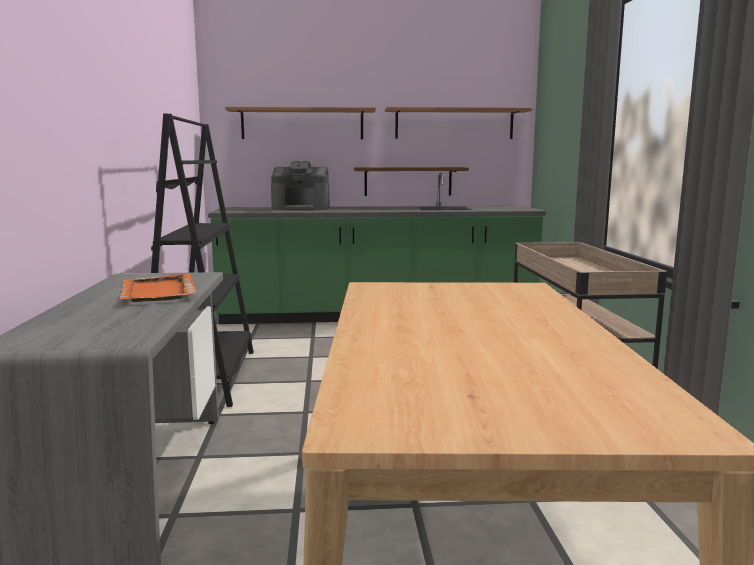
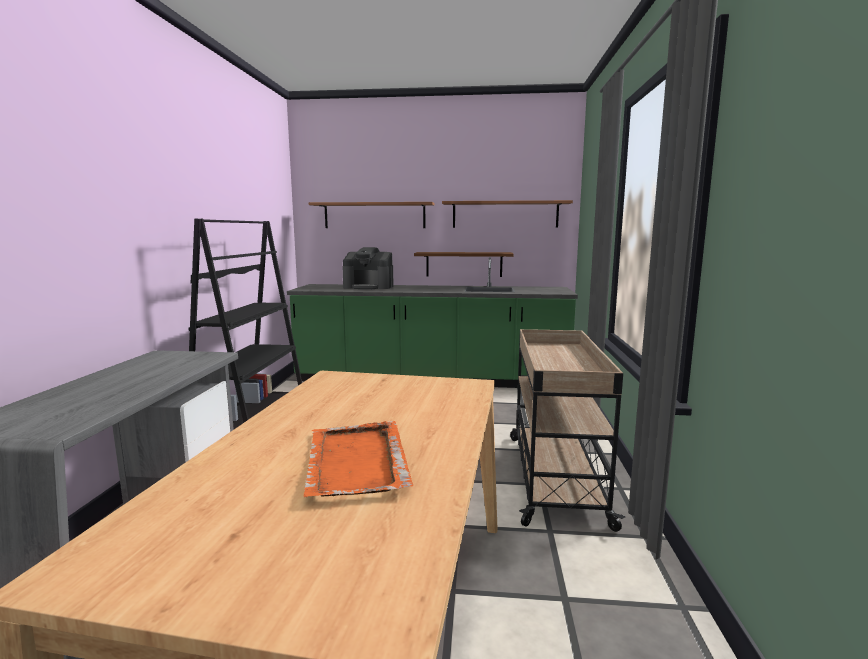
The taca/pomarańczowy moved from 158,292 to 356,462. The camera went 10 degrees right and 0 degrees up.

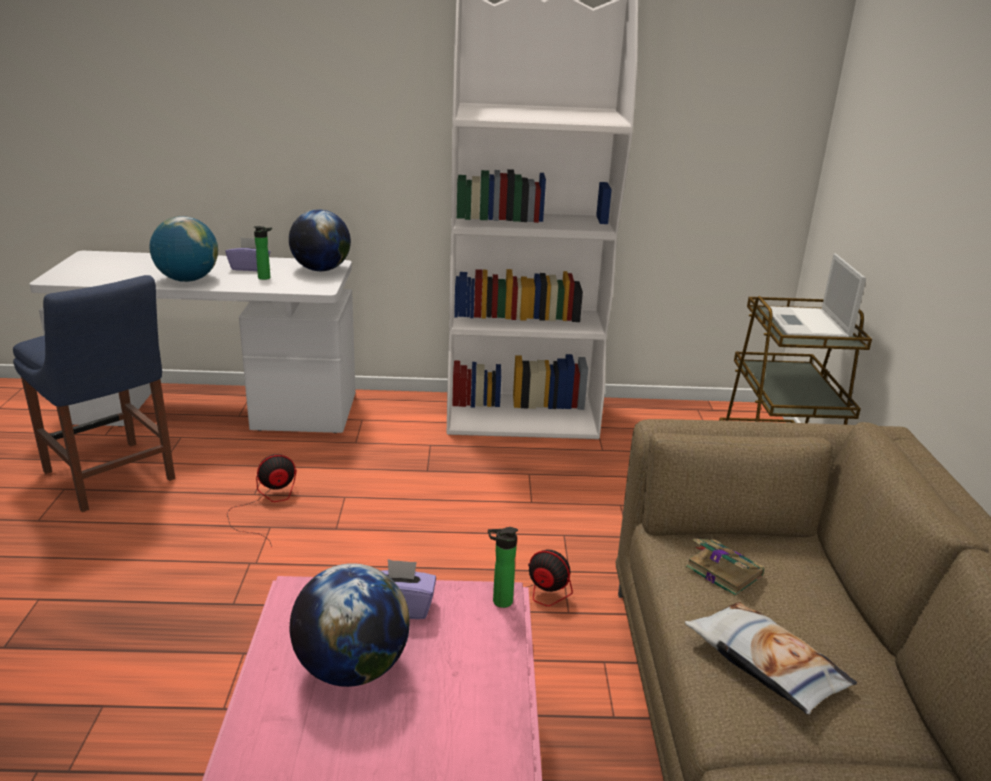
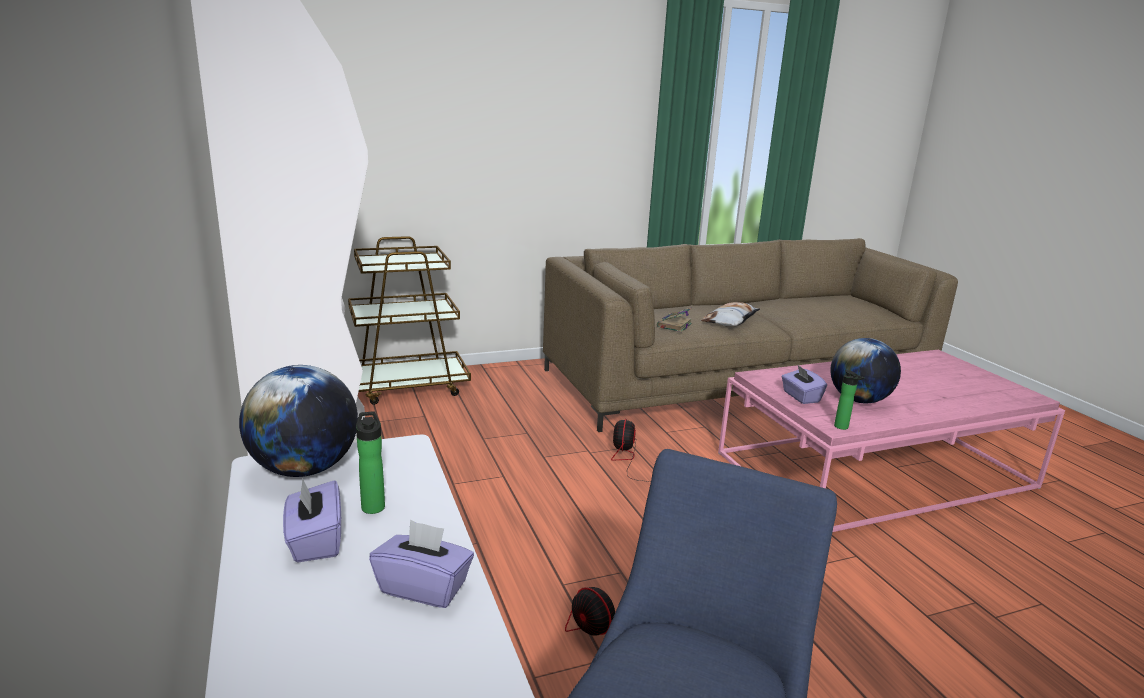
The globus at 187,280 was replaced by the pudełko chusteczek/fioletowy at 424,587. The laptop at 807,324 disappeared. The butelka moved from 499,602 to 843,427. The camera went 110 degrees left and 5 degrees down.

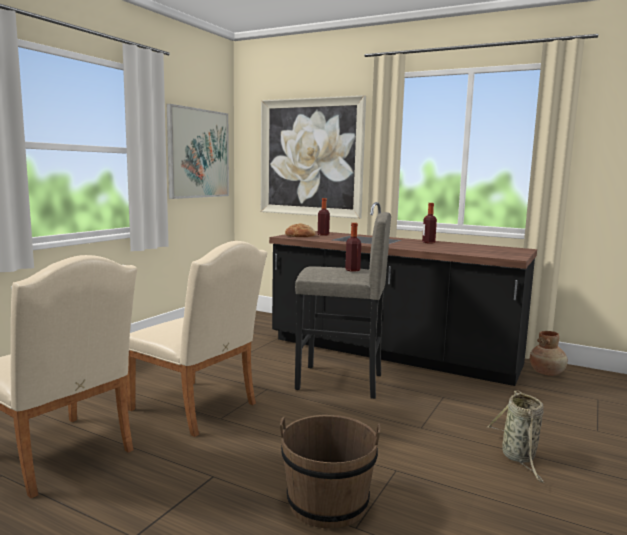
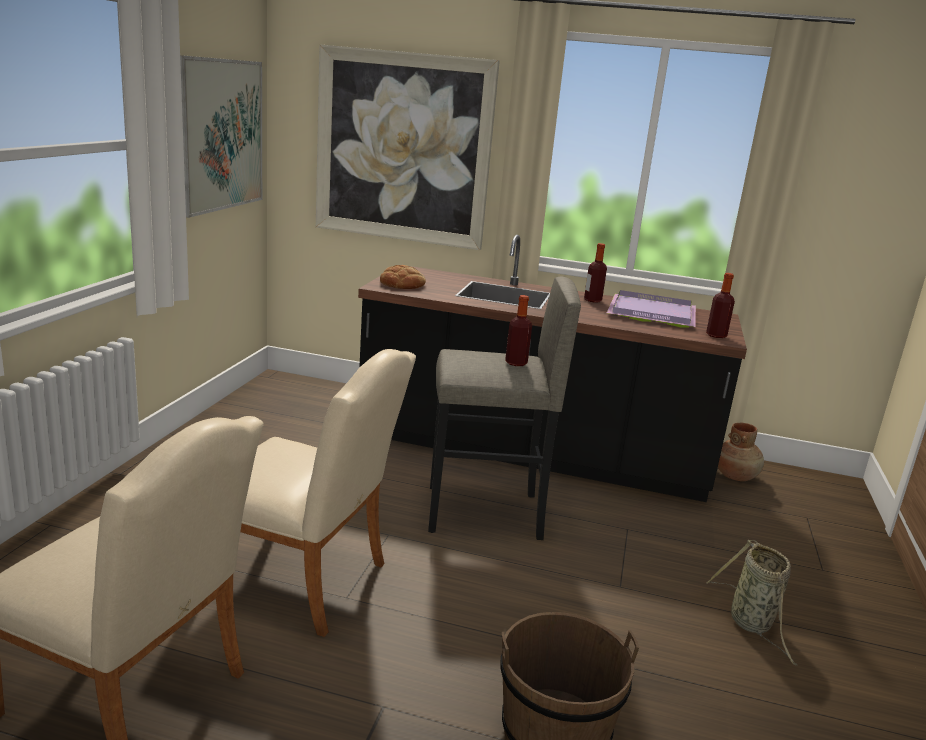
The butelka moved from 323,234 to 716,335. The taca/fioletowy at 650,312 appeared. The camera went 15 degrees left and 10 degrees up.

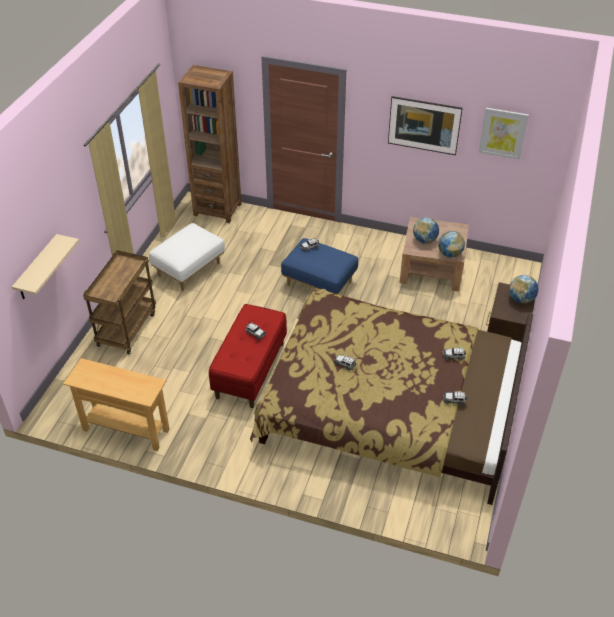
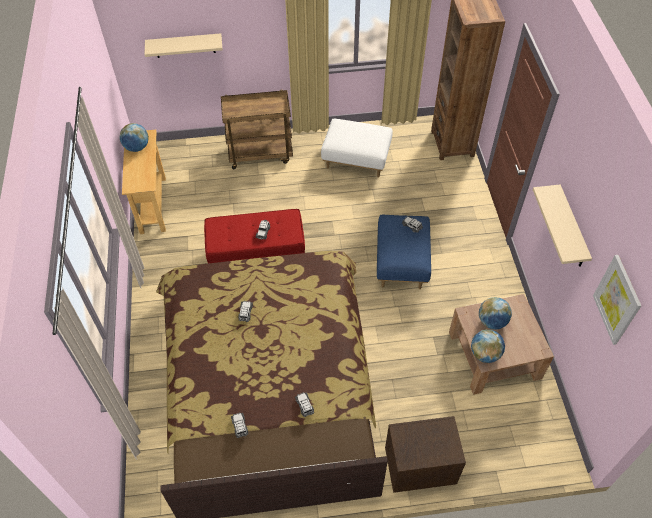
The obraz at 423,137 was replaced by the półka/beżowy at 571,228. The globus moved from 521,299 to 137,147. The camera went 65 degrees right and 10 degrees up.

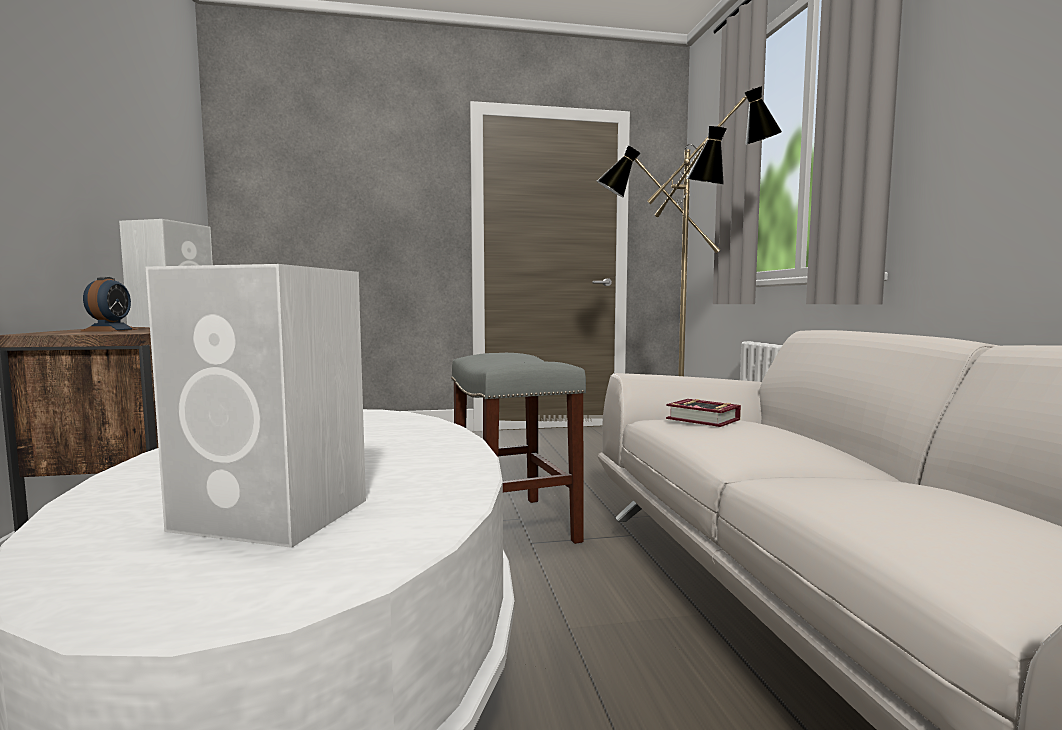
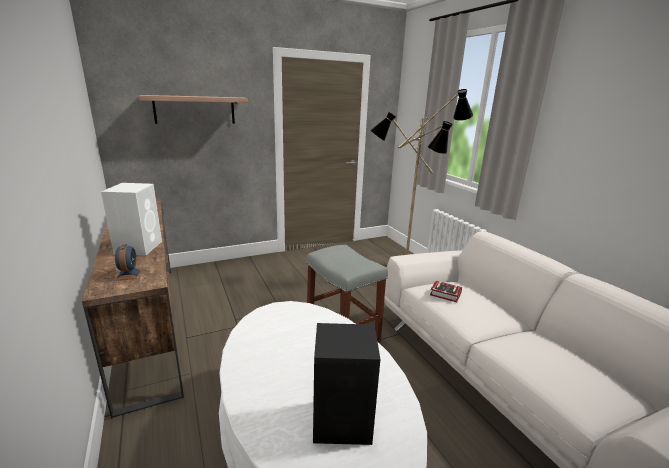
The głośnik/biały at 276,515 became the głośnik/czarny at 344,422. The półka at 195,110 appeared. The camera went 15 degrees left and 15 degrees up.

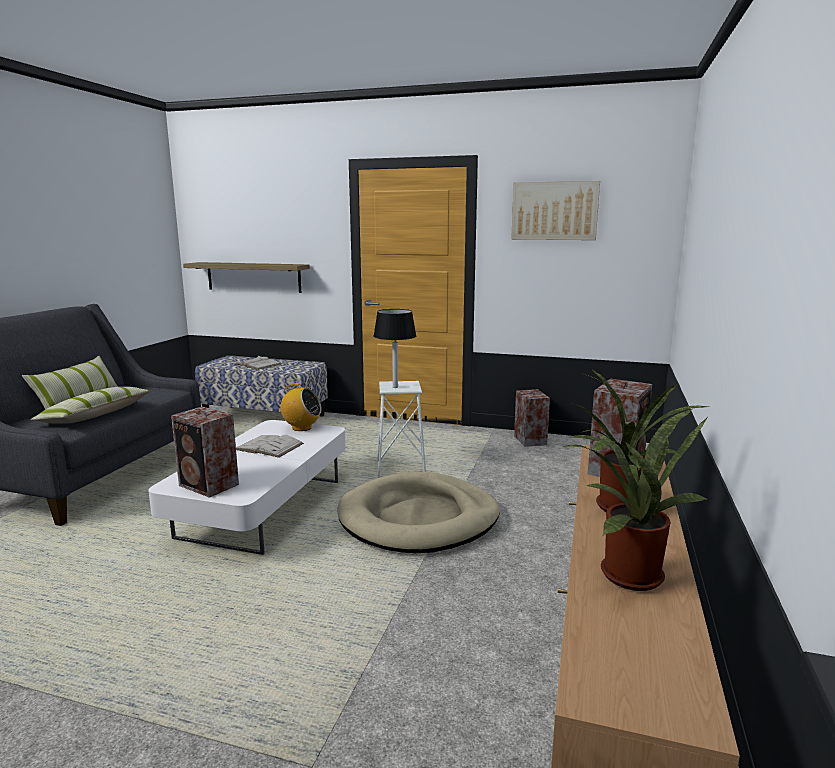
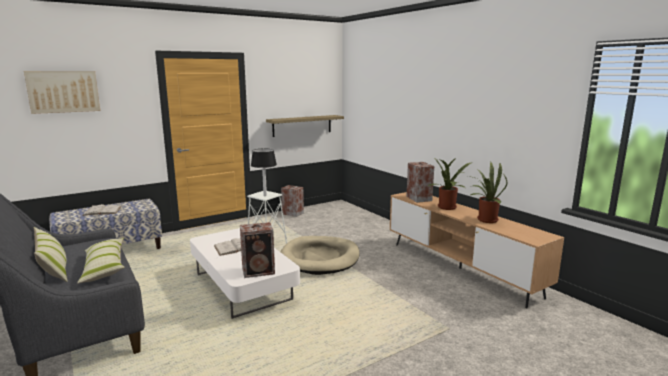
The obraz moved from 554,211 to 63,91. The półka moved from 253,277 to 302,125. The radio at 301,428 disappeared. The camera went 50 degrees left and 0 degrees up.

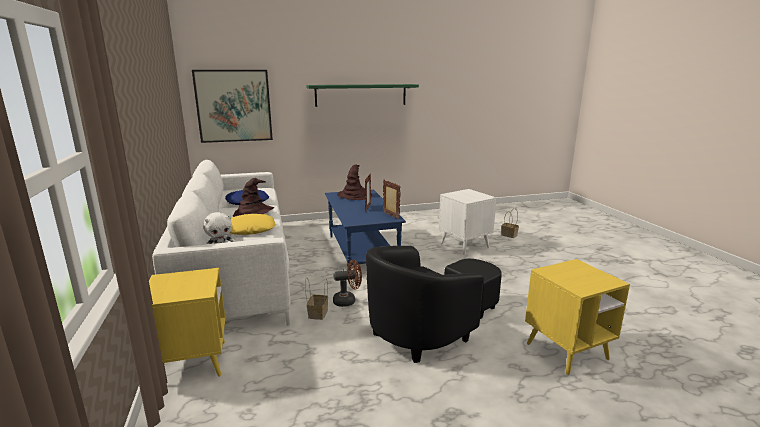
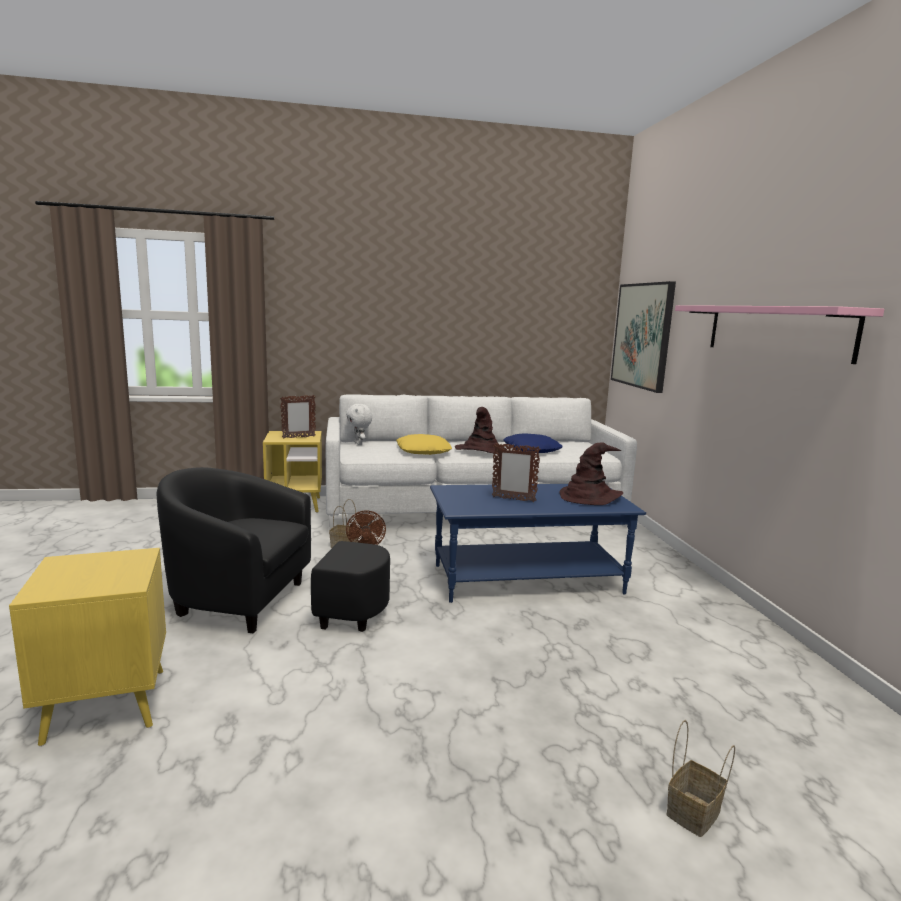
The półka/zielony at 361,95 became the półka/różowy at 775,331. The ramka na zdjęcie moved from 391,216 to 298,437. The stolik/biały at 464,245 disappeared. The fotel/czarny at 430,328 turned 45 degrees counterclockwise. The camera went 95 degrees right and 5 degrees down.

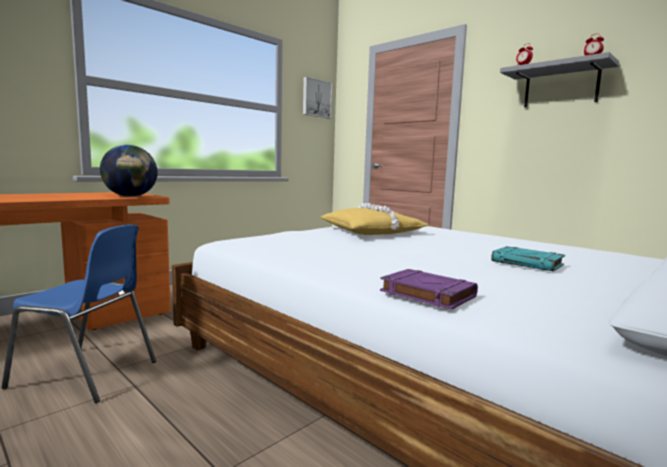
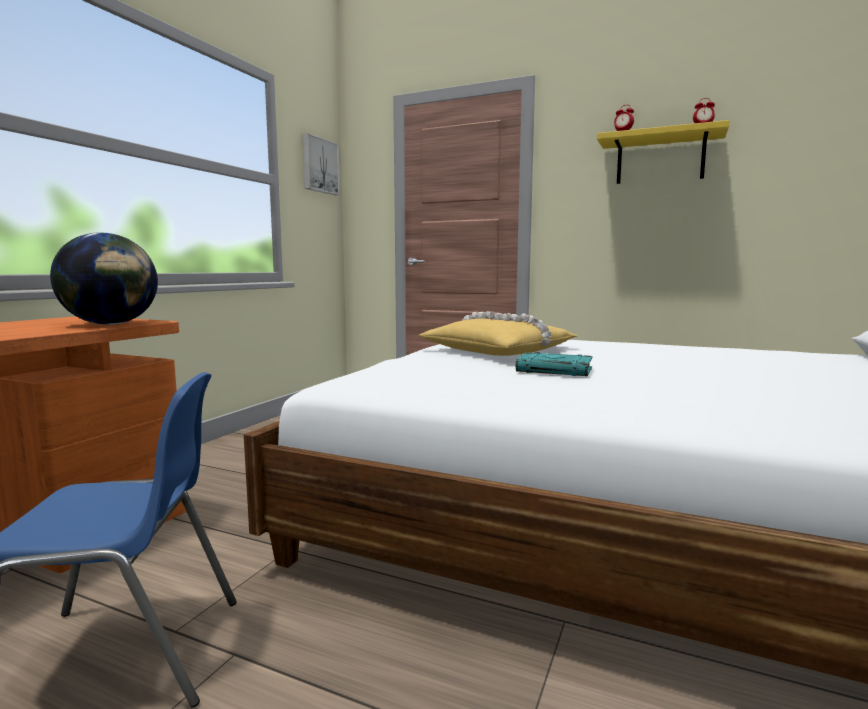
The półka/szary at 561,86 became the półka/żółty at 660,159. The książka/turkusowy moved from 528,263 to 555,370. The książka/fioletowy at 426,294 disappeared. The camera went 20 degrees left and 0 degrees up.

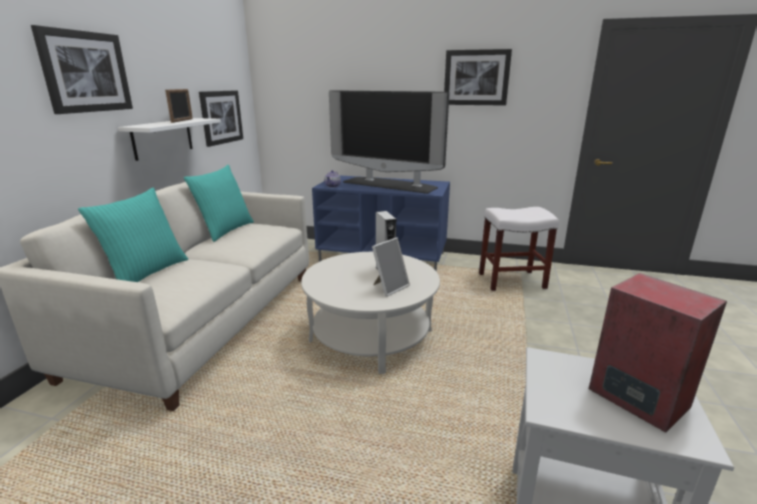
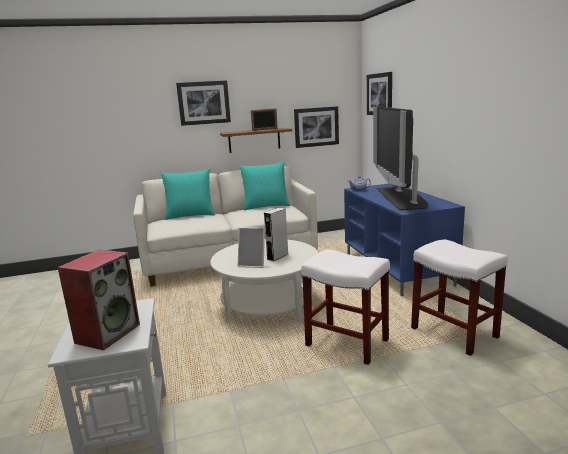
The obraz moved from 476,78 to 380,94. The półka/biały at 163,138 became the półka/brązowy at 254,140. The stołek/biały at 348,343 appeared. The camera went 60 degrees right and 5 degrees down.

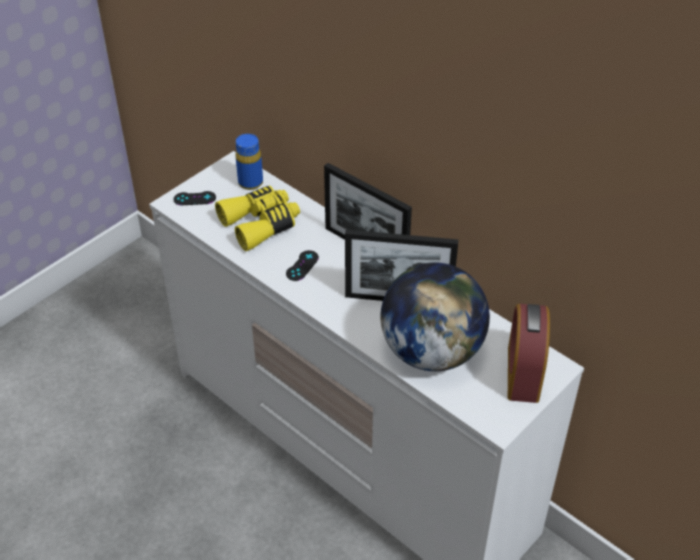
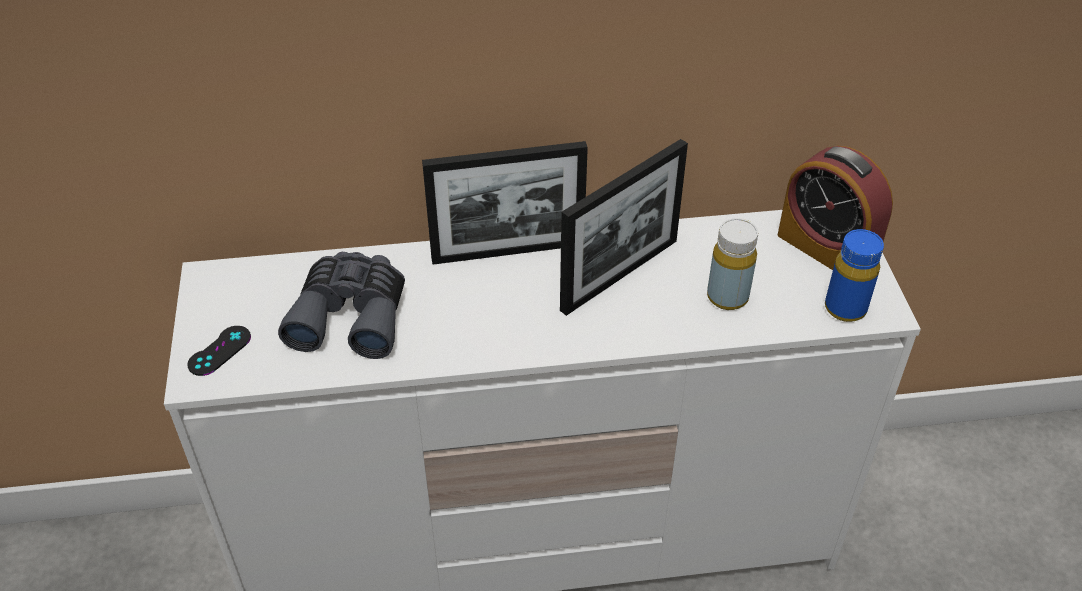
The butelka/niebieski moved from 250,183 to 845,308. The lornetka/żółty at 261,224 became the lornetka/szary at 351,315. The pad do gier/czarny at 302,266 disappeared. The globus at 431,351 was replaced by the butelka/żółty at 727,297. The camera went 50 degrees left and 0 degrees up.

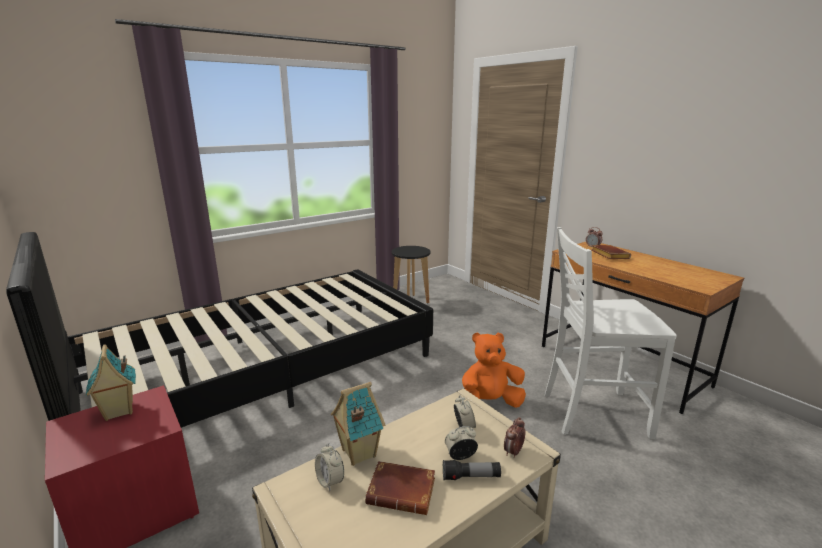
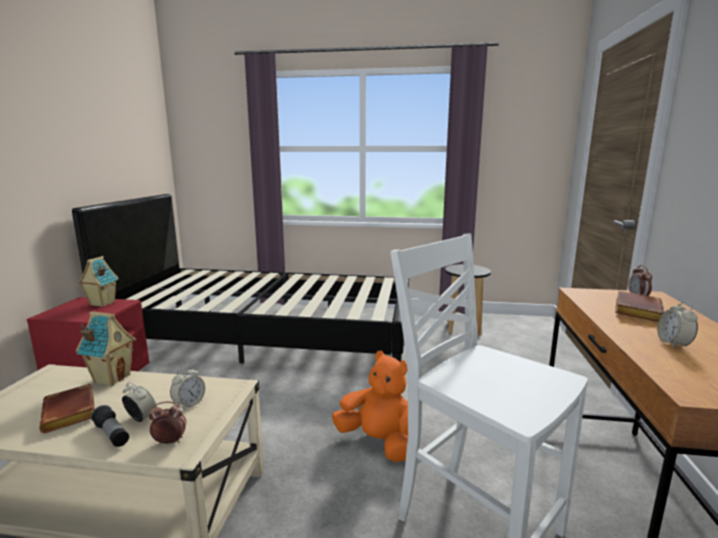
The budzik moved from 330,481 to 673,344. The camera went 45 degrees right and 5 degrees down.

